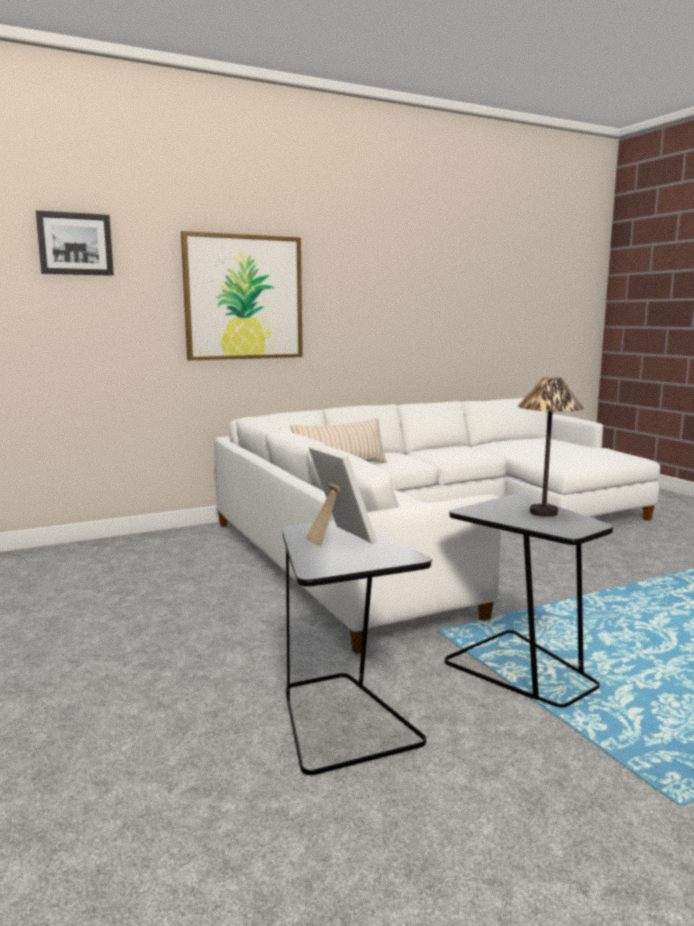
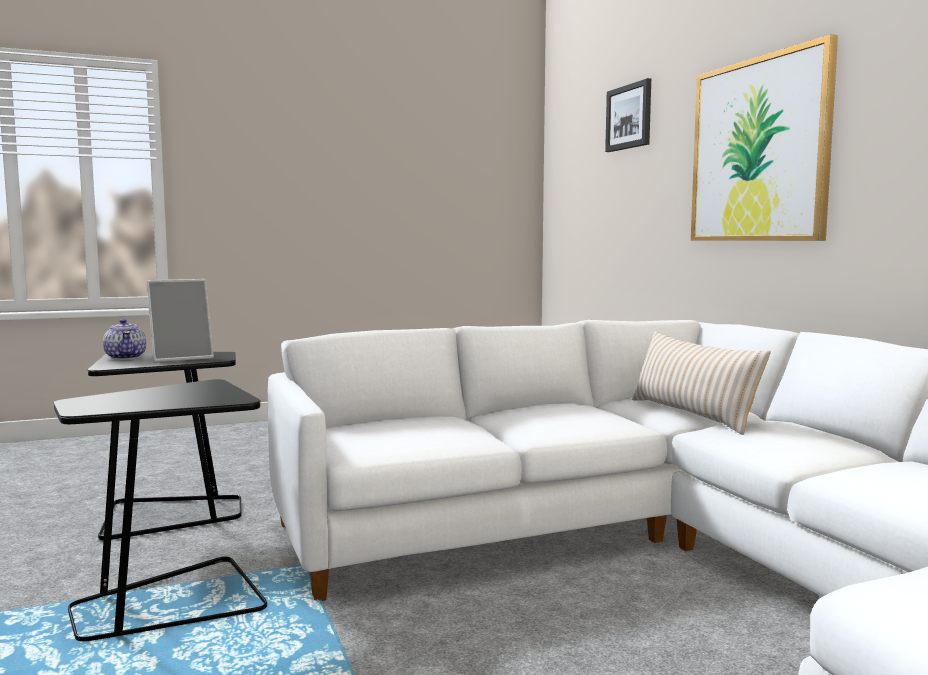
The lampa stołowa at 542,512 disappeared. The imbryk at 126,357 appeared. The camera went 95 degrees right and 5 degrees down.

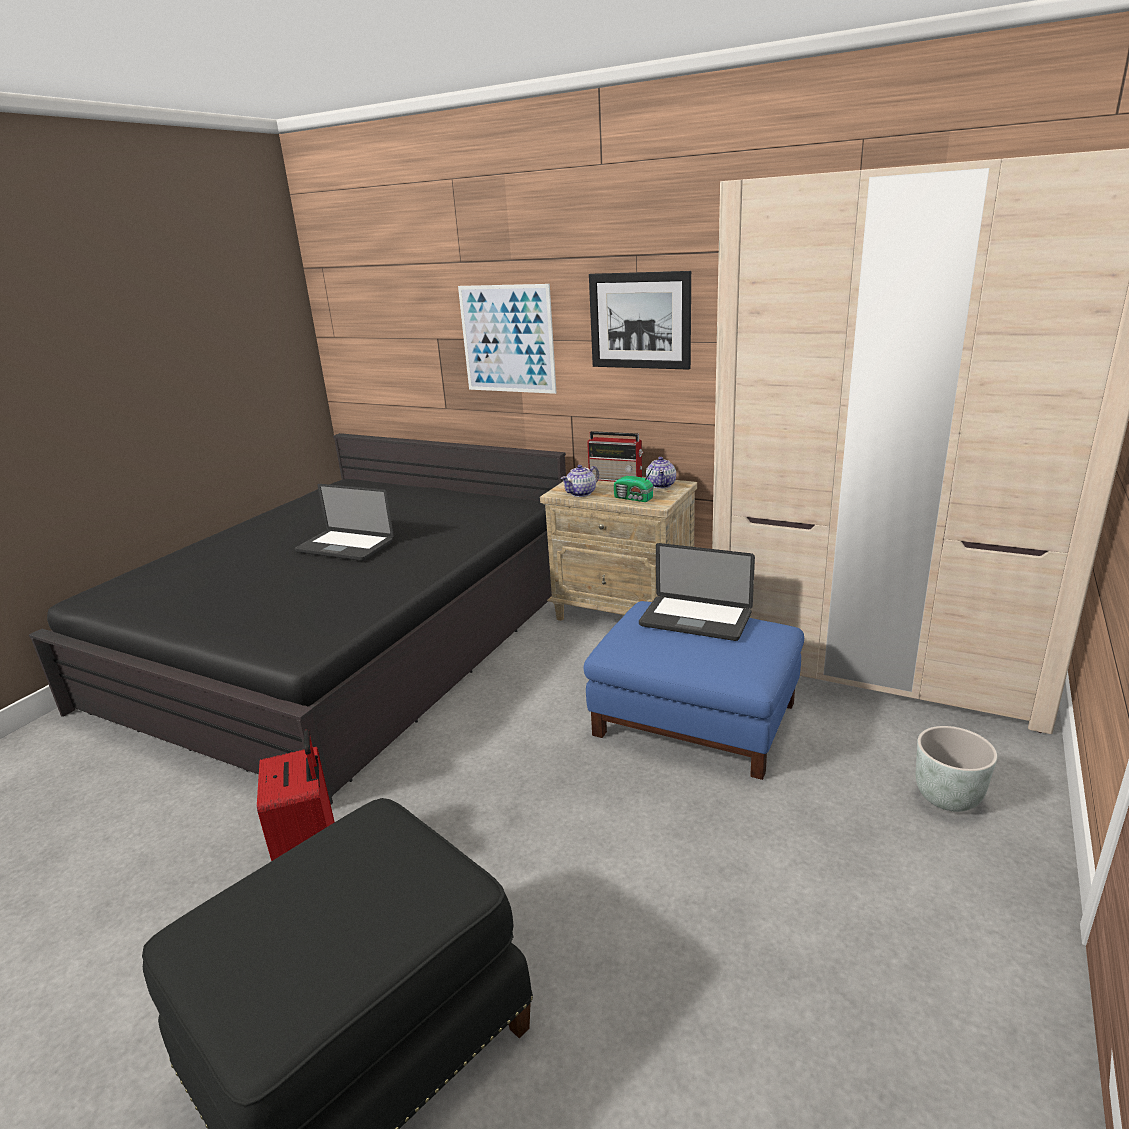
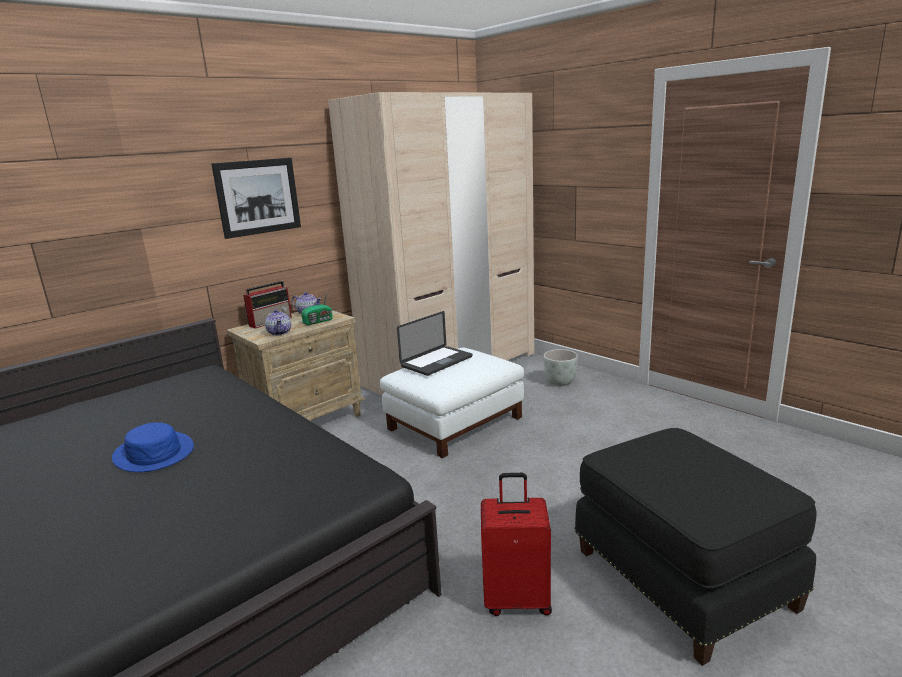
The obraz at 507,339 disappeared. The laptop at 345,547 was replaced by the kapelusz/niebieski at 154,453. The pufa/niebieski at 696,718 became the pufa/biały at 454,422. The camera went 70 degrees left and 5 degrees down.

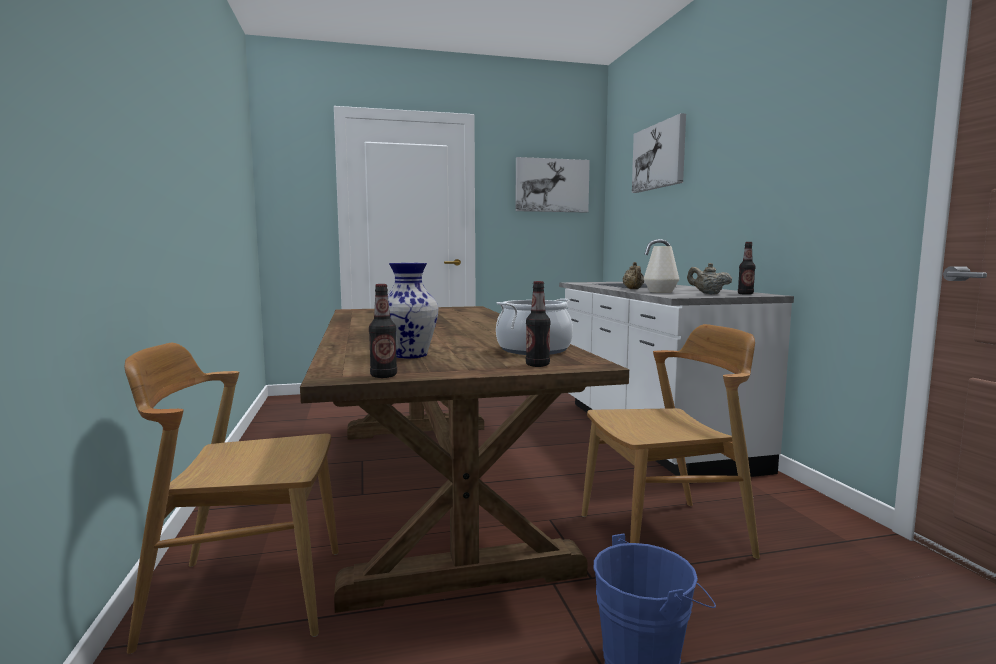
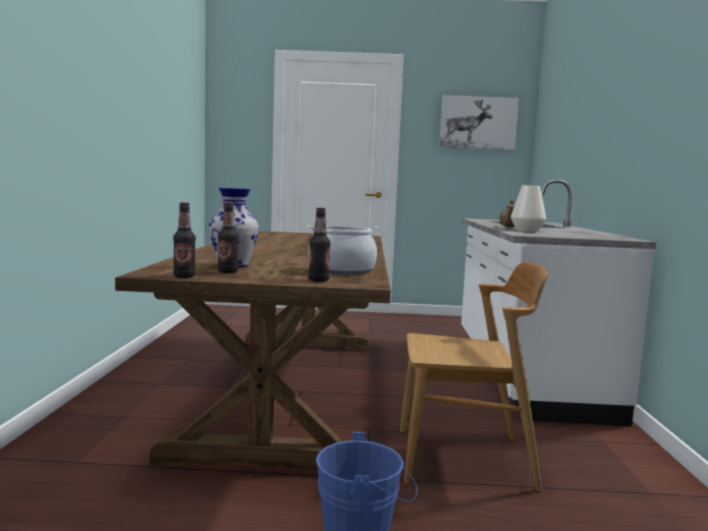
The obraz at 659,156 disappeared. The butelka moved from 745,294 to 228,272. The imbryk/beżowy at 708,294 disappeared. The krzesło/brązowy at 247,596 disappeared. The camera went 15 degrees right and 0 degrees up.

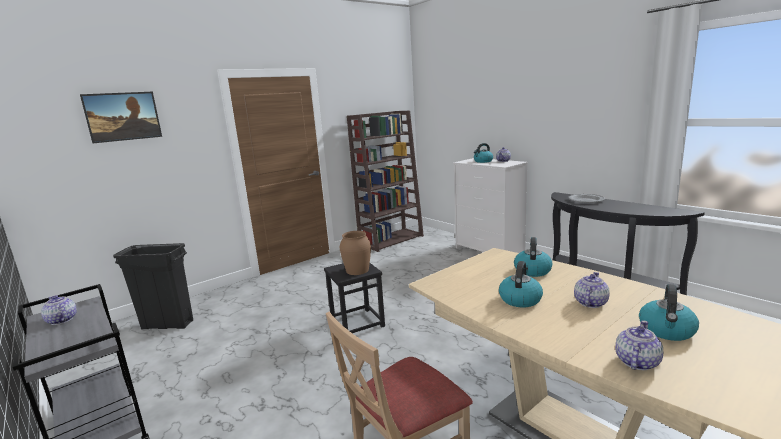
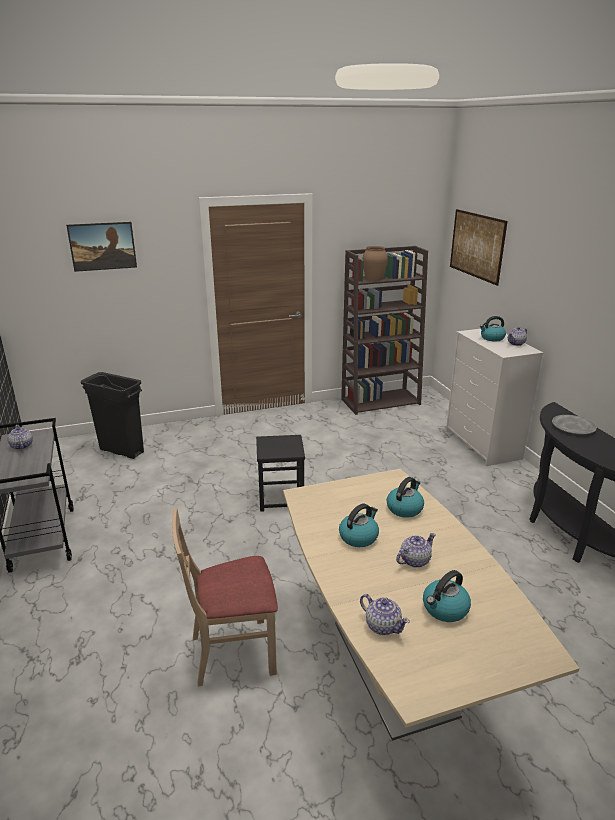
The wazon/brązowy moved from 357,270 to 374,278. The imbryk at 636,362 turned 75 degrees clockwise. The obraz at 476,245 appeared. The camera went 20 degrees right and 10 degrees up.

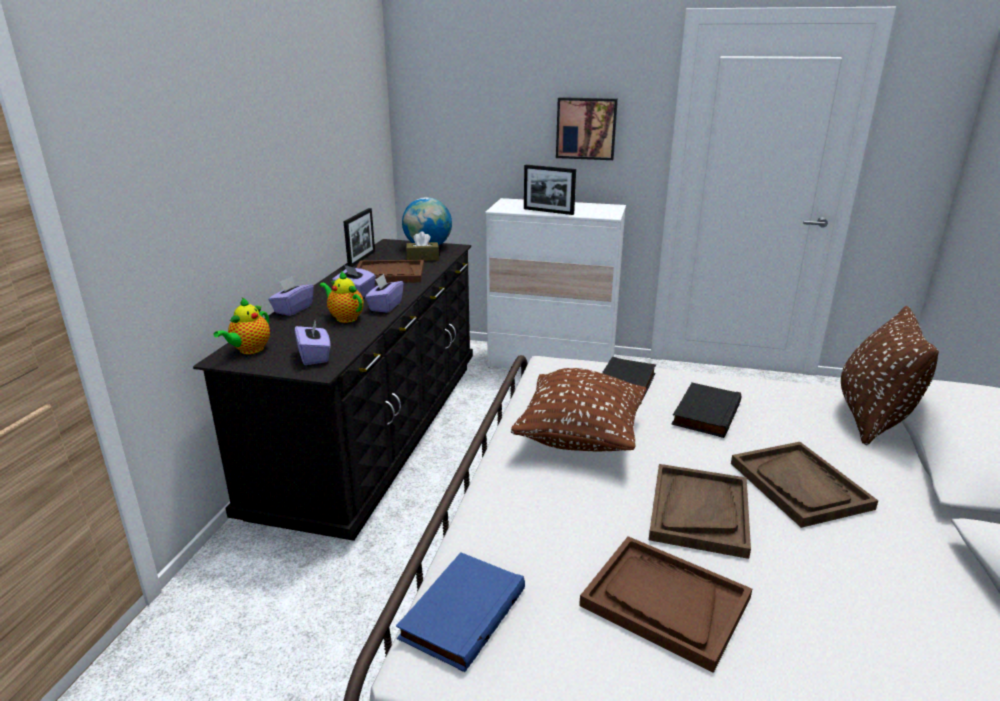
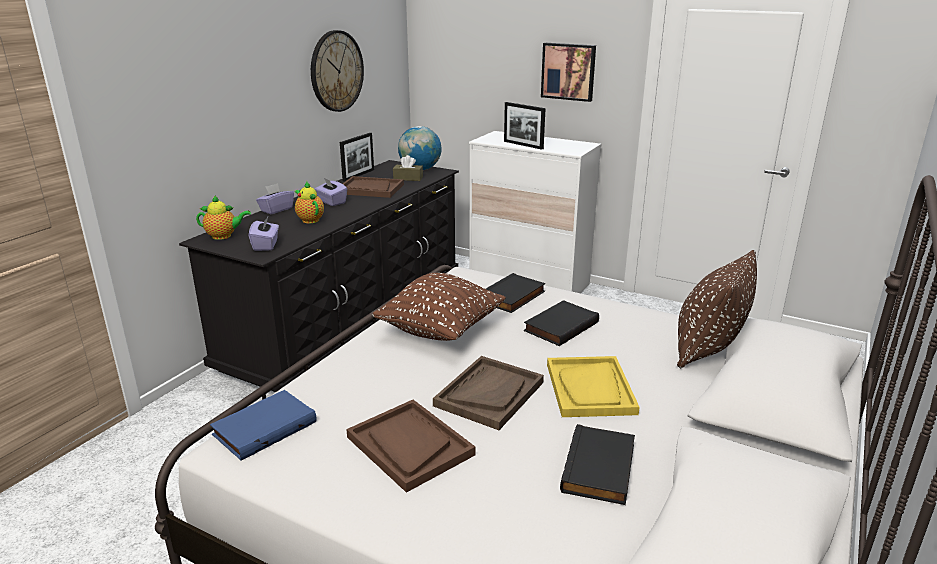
The pudełko chusteczek/fioletowy at 385,306 disappeared. The imbryk at 249,350 turned 135 degrees counterclockwise. The taca/brązowy at 800,485 became the taca/żółty at 590,389. The zegar ścienny at 336,71 appeared. The książka/czarny at 600,469 appeared. The camera went 15 degrees right and 0 degrees up.

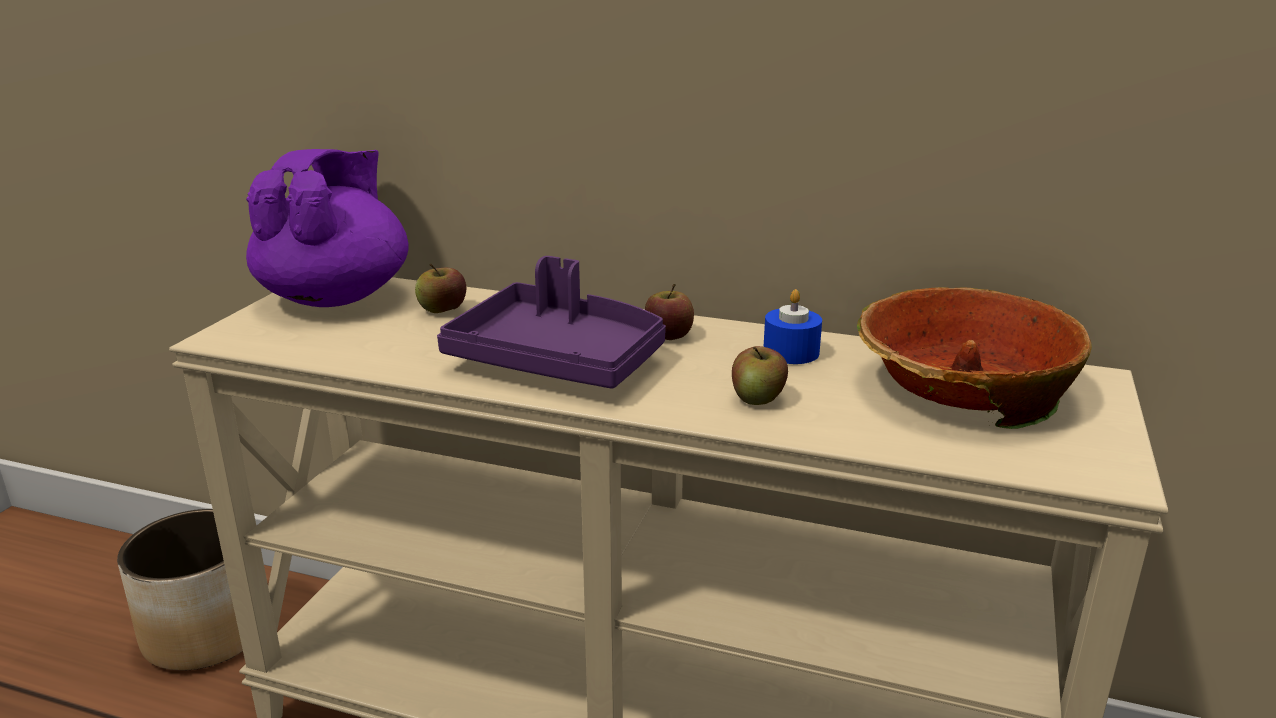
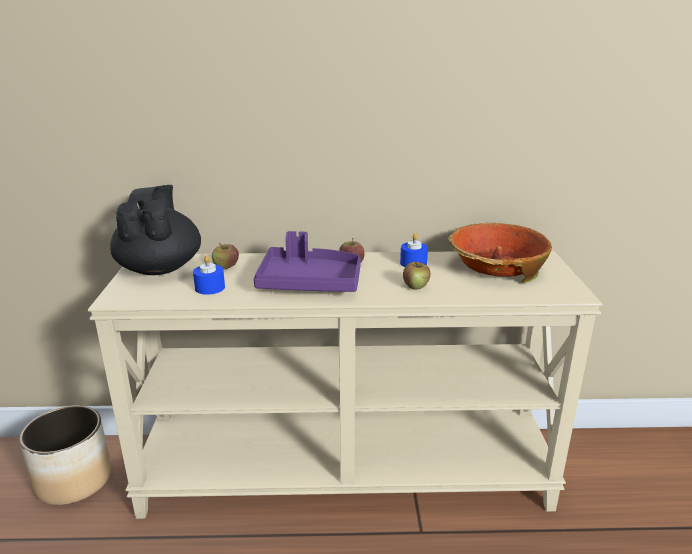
The imbryk/fioletowy at 337,296 became the imbryk/czarny at 160,268. The świeca/niebieski at 210,288 appeared. The camera went 20 degrees left and 0 degrees up.

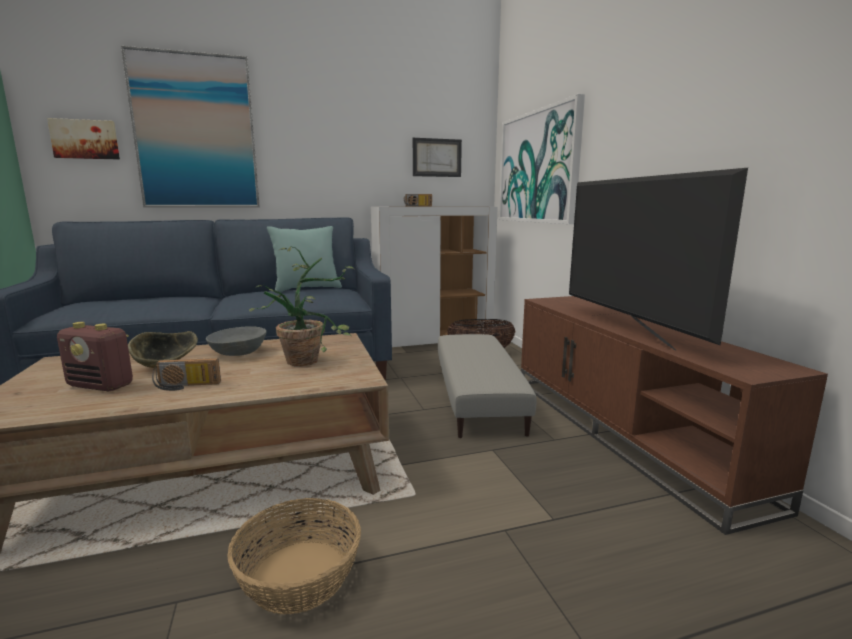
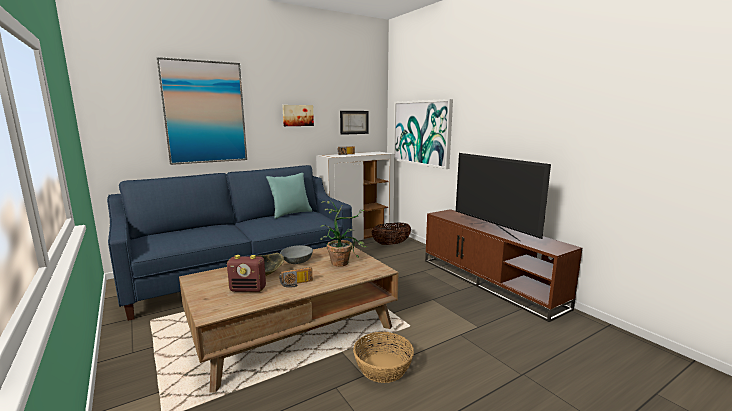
The obraz moved from 85,139 to 297,115. The pufa/szary at 478,396 disappeared. The camera went 15 degrees left and 0 degrees up.

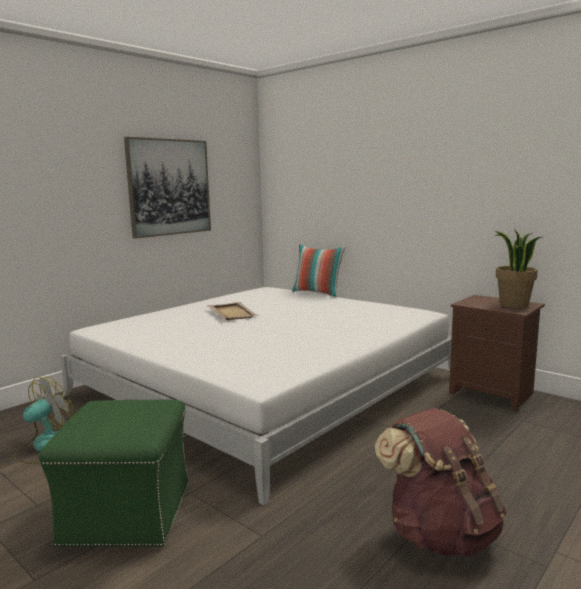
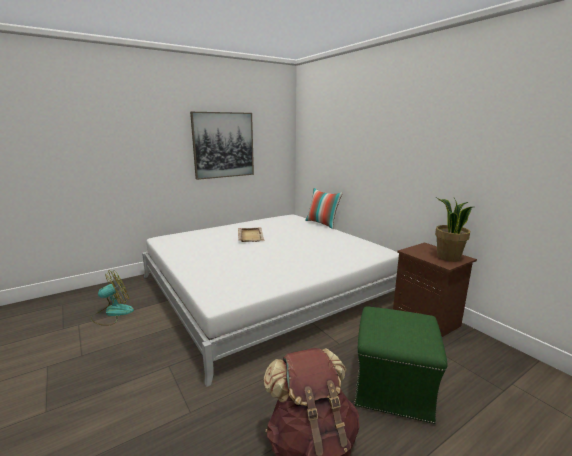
The pufa/zielony moved from 127,514 to 393,388. The camera went 15 degrees right and 5 degrees up.

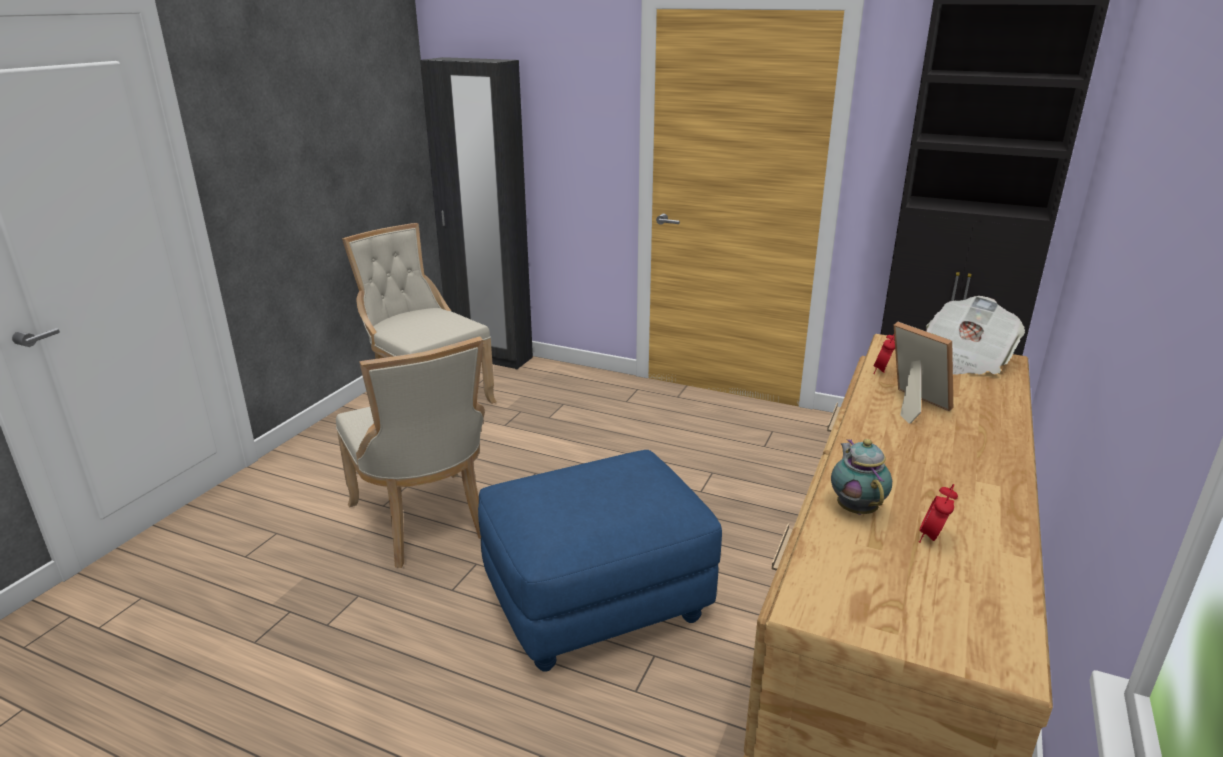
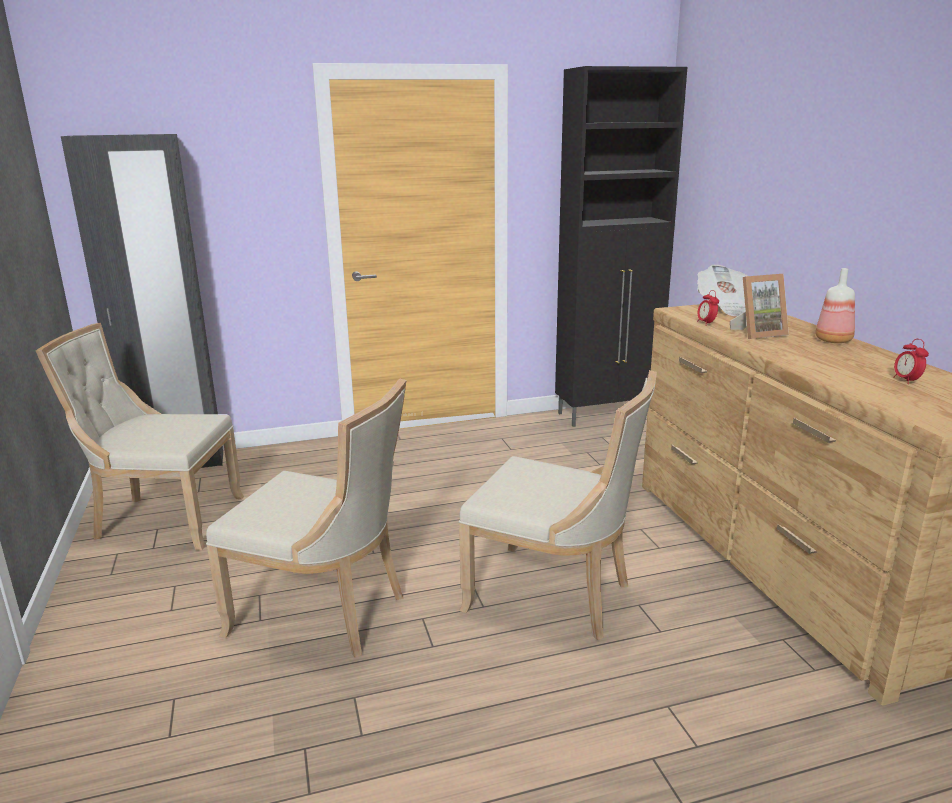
The ramka na zdjęcie at 912,405 turned 150 degrees clockwise. The imbryk at 855,508 disappeared. The pufa/niebieski at 596,604 was replaced by the krzesło/beżowy at 555,595. The butelka at 834,340 appeared. The camera went 40 degrees left and 5 degrees down.

